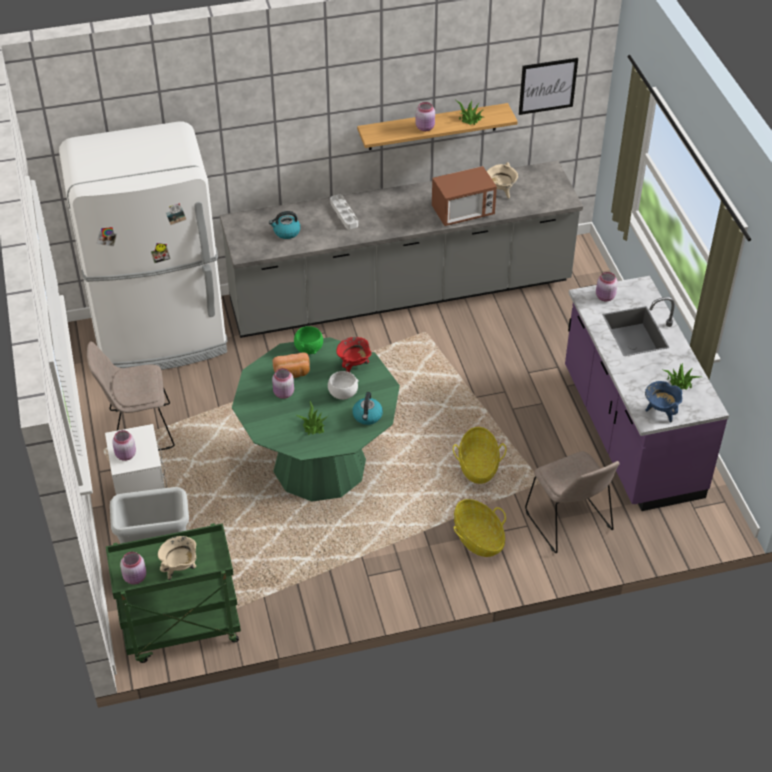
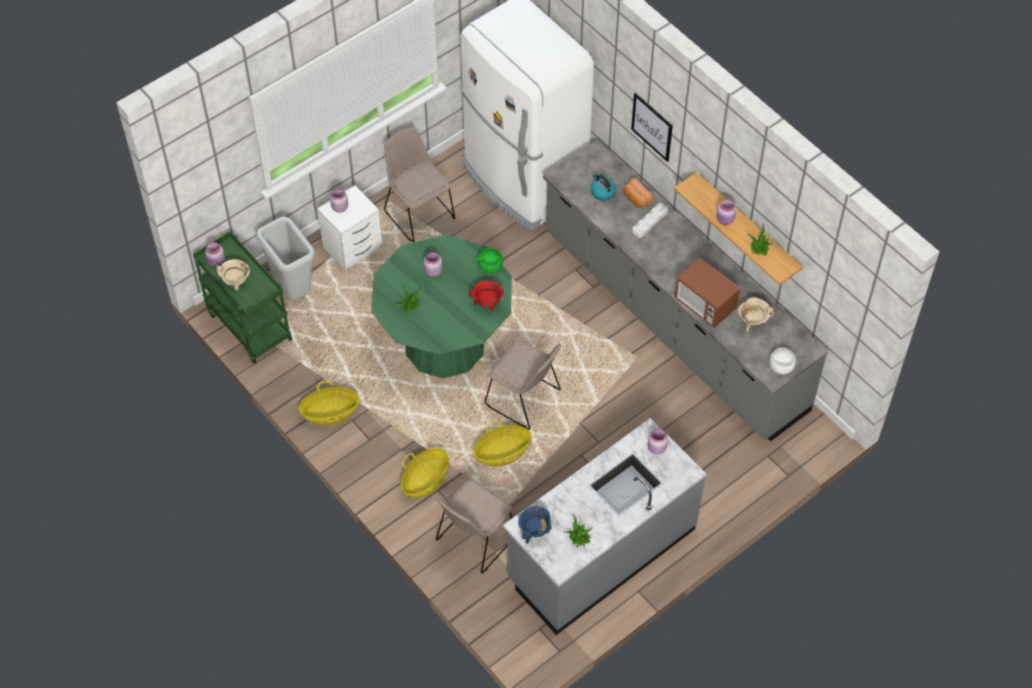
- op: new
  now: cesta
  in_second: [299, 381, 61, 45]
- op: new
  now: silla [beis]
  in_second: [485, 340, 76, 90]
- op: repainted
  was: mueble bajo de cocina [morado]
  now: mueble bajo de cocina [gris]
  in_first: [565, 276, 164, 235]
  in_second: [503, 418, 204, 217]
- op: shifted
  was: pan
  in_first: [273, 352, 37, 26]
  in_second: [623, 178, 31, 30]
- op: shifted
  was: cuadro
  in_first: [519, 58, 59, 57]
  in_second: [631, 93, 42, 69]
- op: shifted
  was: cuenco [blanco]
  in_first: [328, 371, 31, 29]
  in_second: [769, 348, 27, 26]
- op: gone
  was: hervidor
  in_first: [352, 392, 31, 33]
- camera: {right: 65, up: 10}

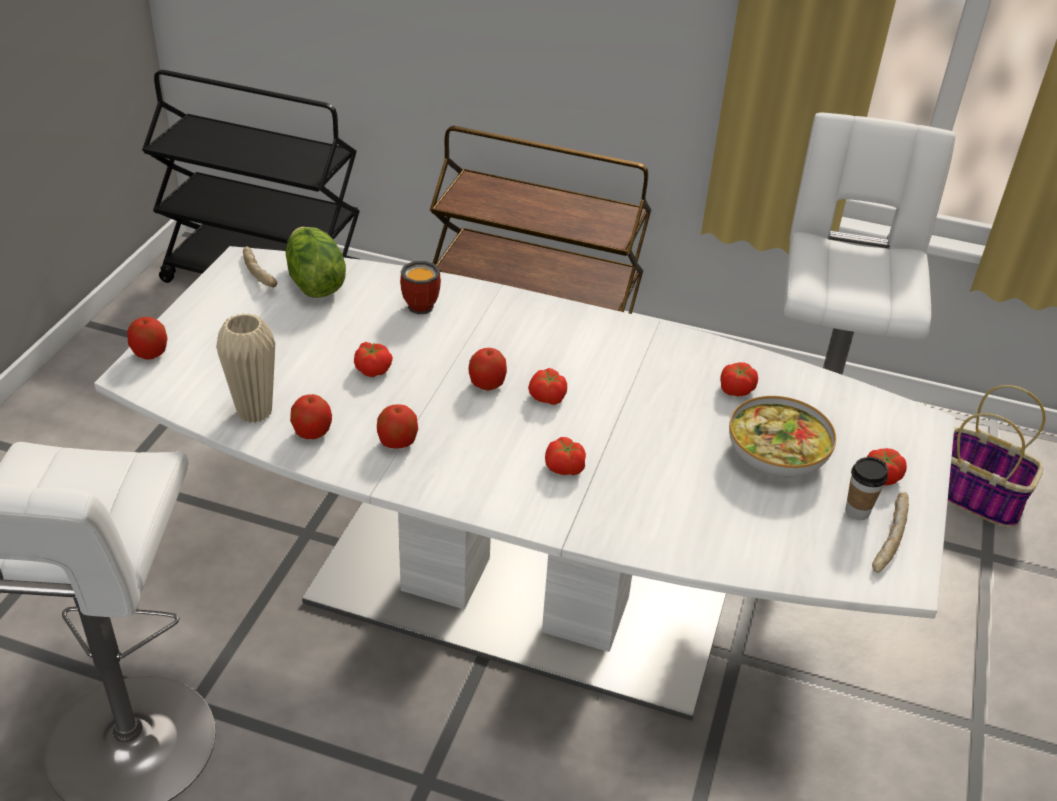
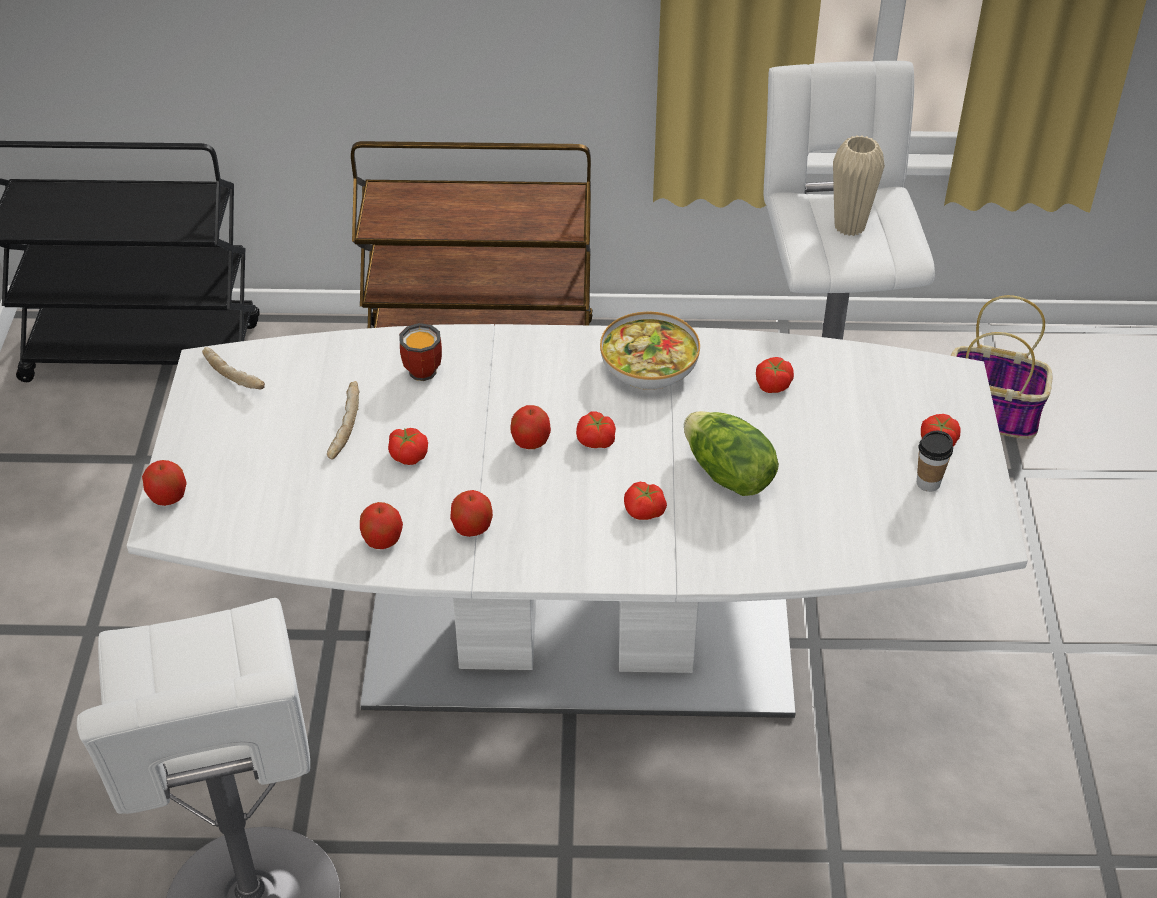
- op: shifted
  was: pan
  in_first: [872, 492, 37, 81]
  in_second: [327, 381, 33, 78]
- op: shifted
  was: cuenco
  in_first: [729, 396, 107, 82]
  in_second: [600, 312, 100, 78]
- op: shifted
  was: lechuga
  in_first: [286, 227, 60, 71]
  in_second: [684, 411, 95, 85]
- op: shifted
  was: florero [beis]
  in_first: [216, 313, 59, 110]
  in_second: [833, 135, 52, 101]
- camera: {right: -15, up: 5}

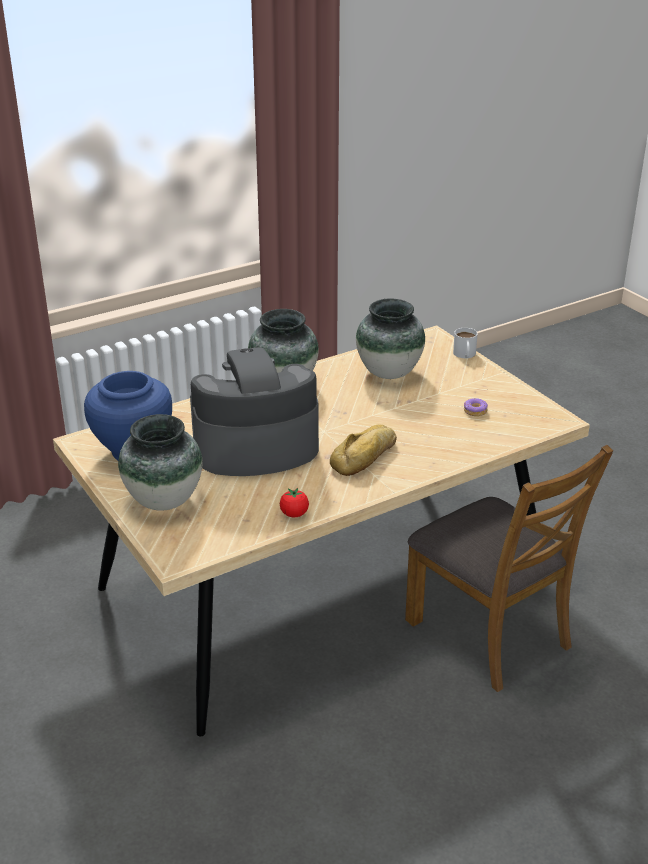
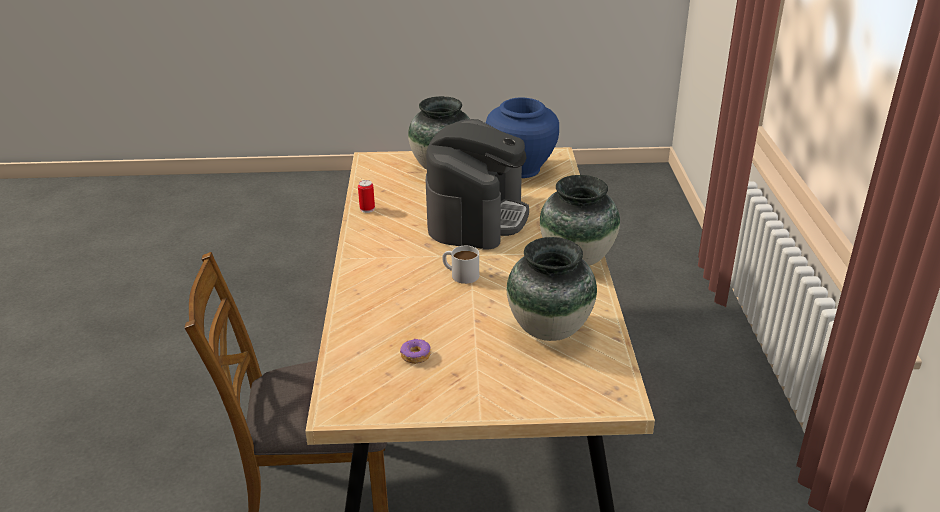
- op: swapped
  was: tomate
  now: lata
  in_first: [280, 488, 29, 30]
  in_second: [358, 180, 17, 33]
- op: shifted
  was: taza grande [blanco]
  in_first: [453, 328, 25, 30]
  in_second: [442, 246, 37, 38]
- op: gone
  was: pan
  in_first: [330, 425, 67, 51]
- camera: {right: 120, up: 0}

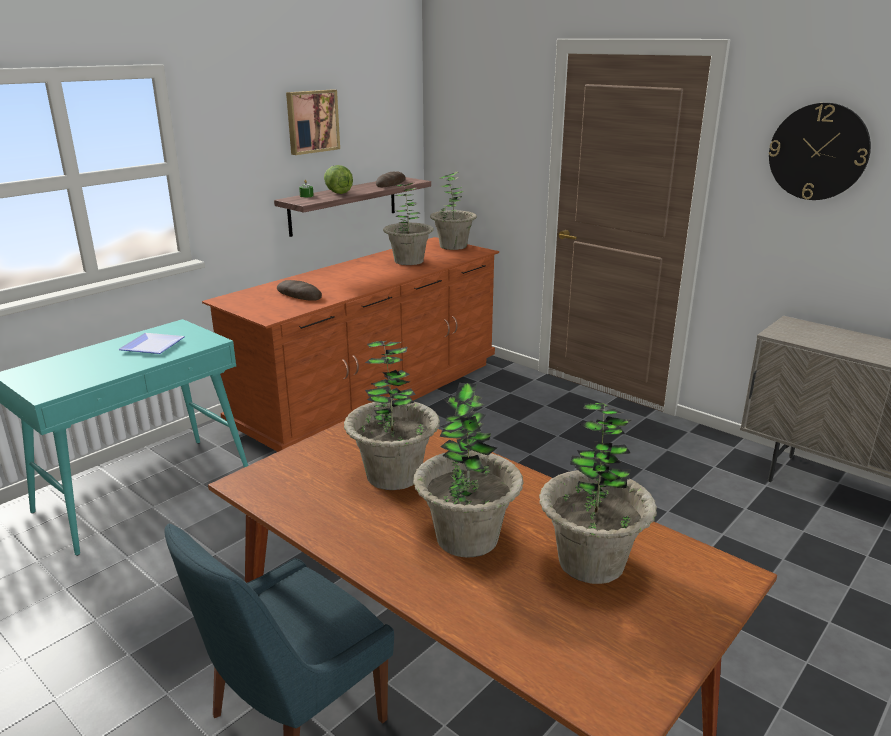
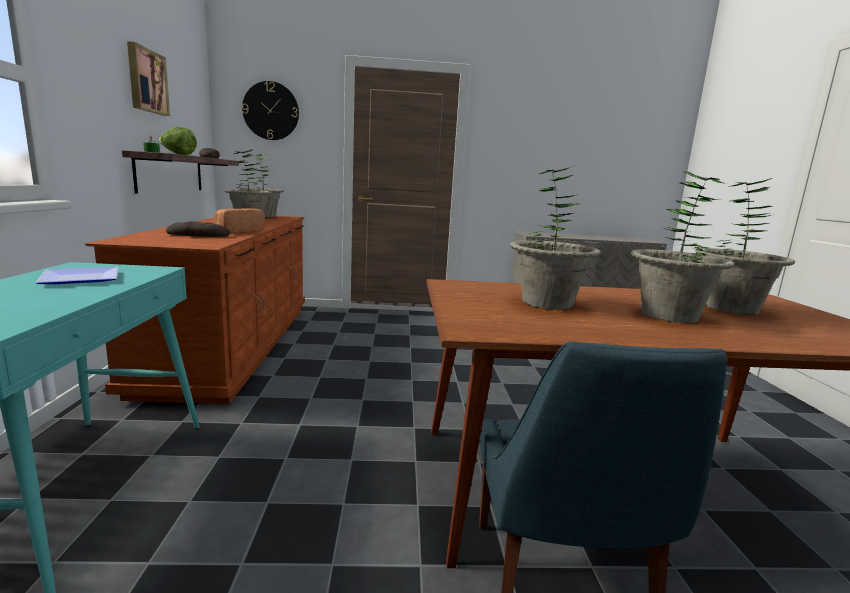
- op: new
  now: pan
  in_second: [215, 208, 50, 25]
- op: shifted
  was: reloj de pared
  in_first: [769, 103, 102, 97]
  in_second: [242, 81, 57, 59]
- camera: {right: -45, up: -10}

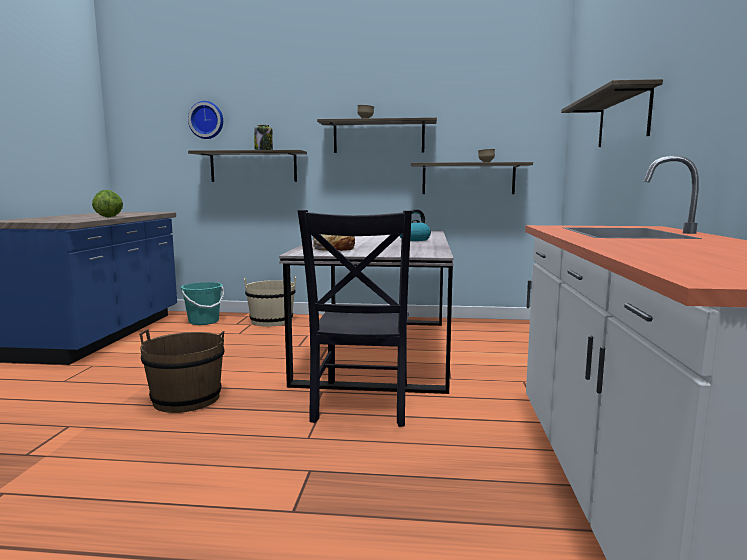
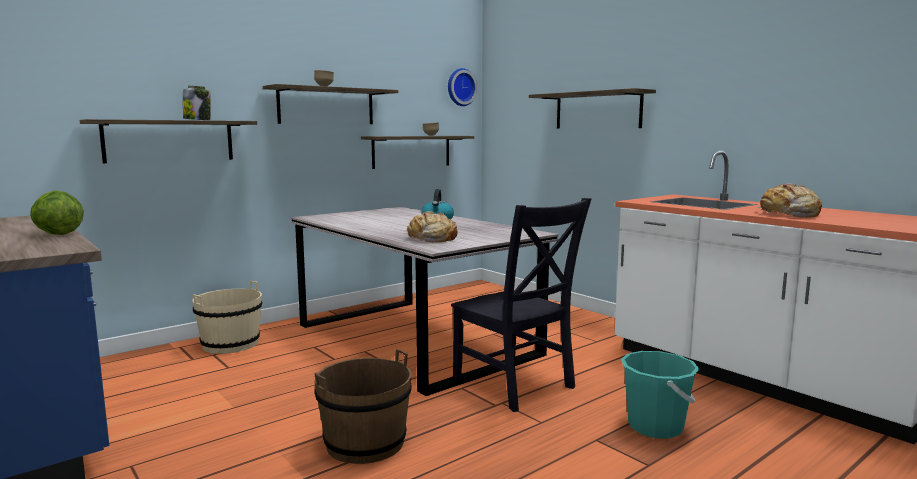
- op: shifted
  was: reloj de pared
  in_first: [188, 101, 35, 38]
  in_second: [448, 68, 30, 38]
- op: shifted
  was: cubo [turquesa]
  in_first: [180, 282, 44, 43]
  in_second: [621, 351, 78, 88]
- op: new
  now: pan
  in_second: [756, 183, 66, 35]
- camera: {right: -45, up: 0}

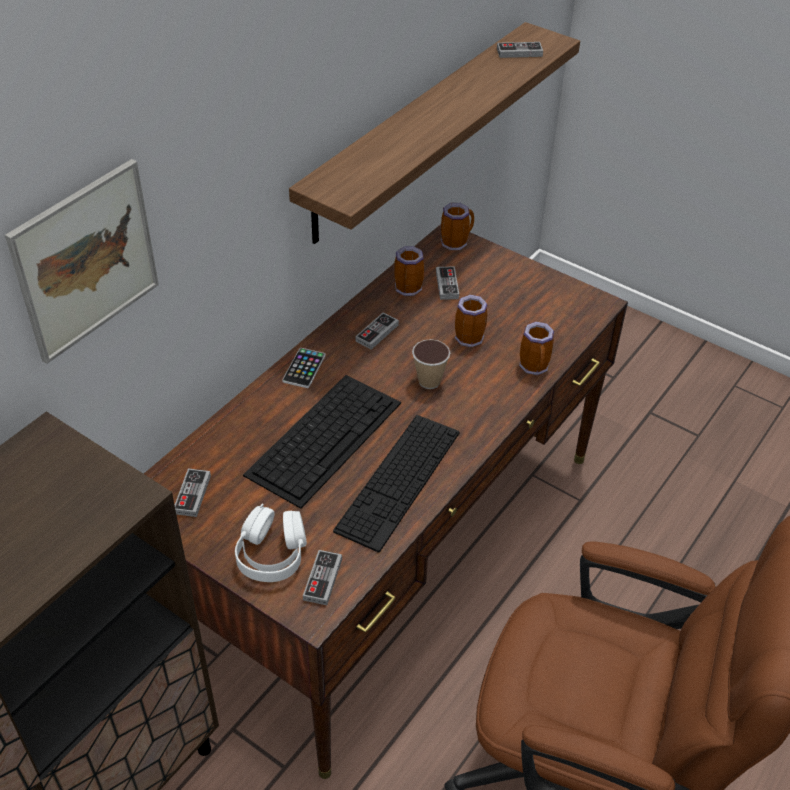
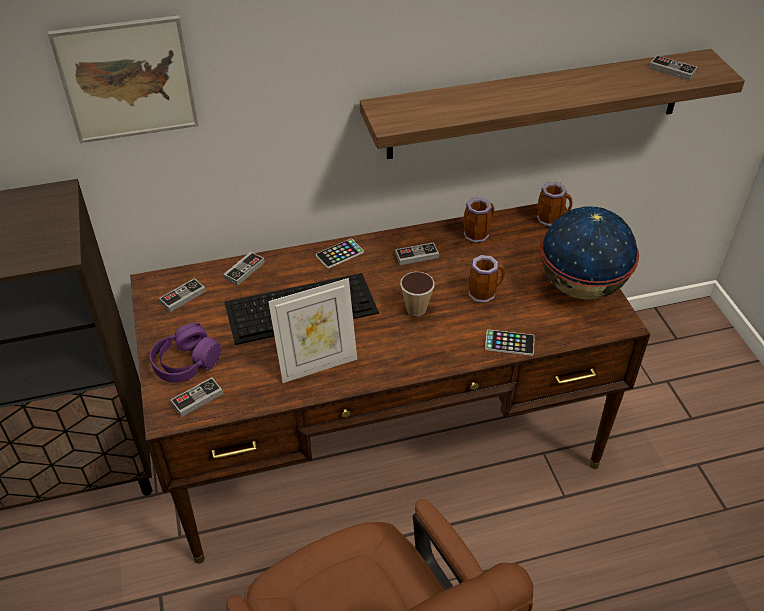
- op: repainted
  was: auriculares [blanco]
  now: auriculares [morado]
  in_first: [235, 504, 72, 78]
  in_second: [150, 323, 72, 60]
- op: shifted
  was: mando de consola
  in_first: [436, 266, 23, 34]
  in_second: [223, 252, 42, 34]
- op: swapped
  was: teclado
  now: portarretratos
  in_first: [333, 415, 126, 138]
  in_second: [268, 278, 89, 105]
- op: swapped
  was: taza grande
  now: móvil
  in_first: [519, 322, 35, 53]
  in_second: [485, 330, 50, 26]
- op: new
  now: globo terráqueo
  in_second: [540, 206, 99, 94]
- camera: {right: 40, up: 0}

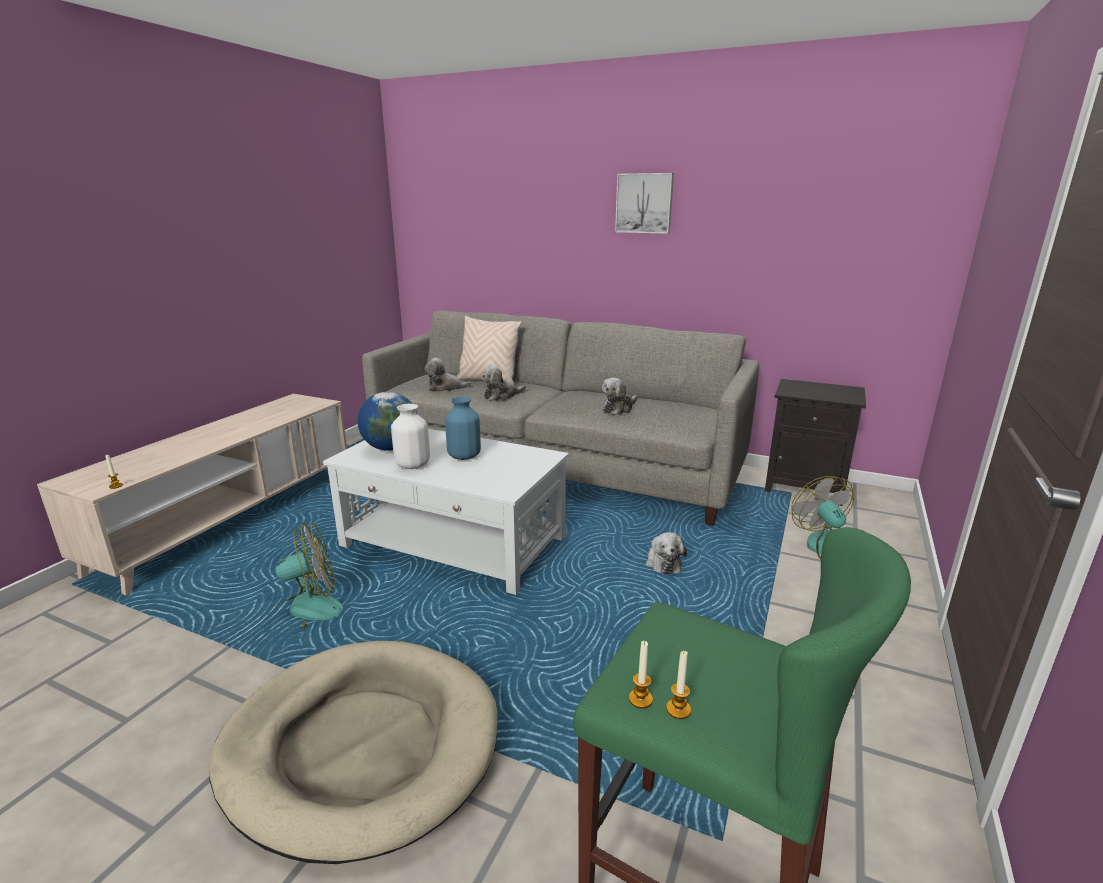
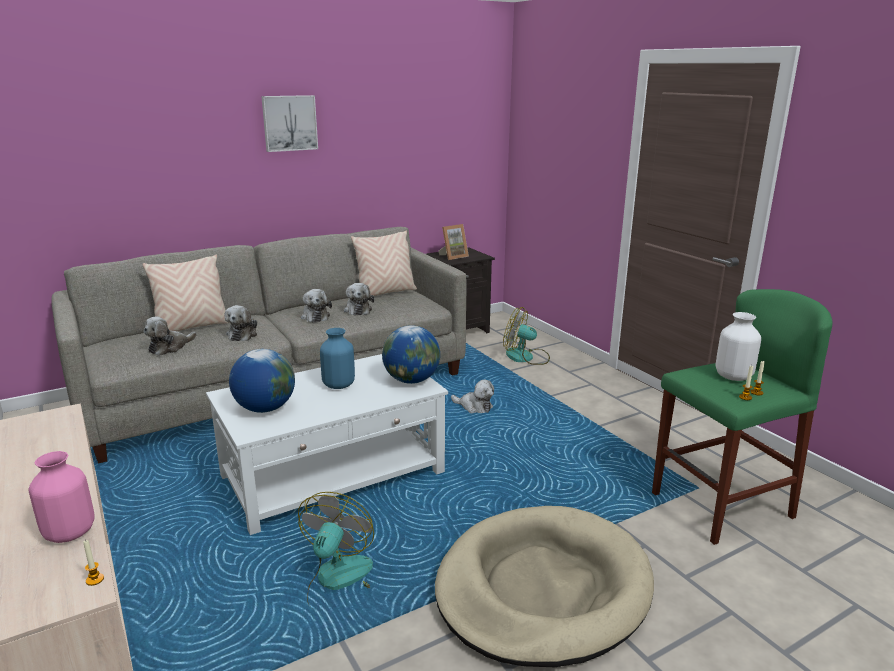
- op: new
  now: florero [rosa]
  in_second: [29, 451, 66, 92]
- op: new
  now: peluche
  in_second: [301, 289, 31, 33]
- op: new
  now: cojín [beis]
  in_second: [351, 230, 66, 66]
- op: new
  now: globo terráqueo
  in_second: [382, 325, 58, 59]
- op: new
  now: portarretratos
  in_second: [439, 224, 30, 36]
- op: shifted
  was: florero [blanco]
  in_first: [391, 404, 39, 65]
  in_second: [716, 312, 45, 69]
- camera: {right: -55, up: 0}

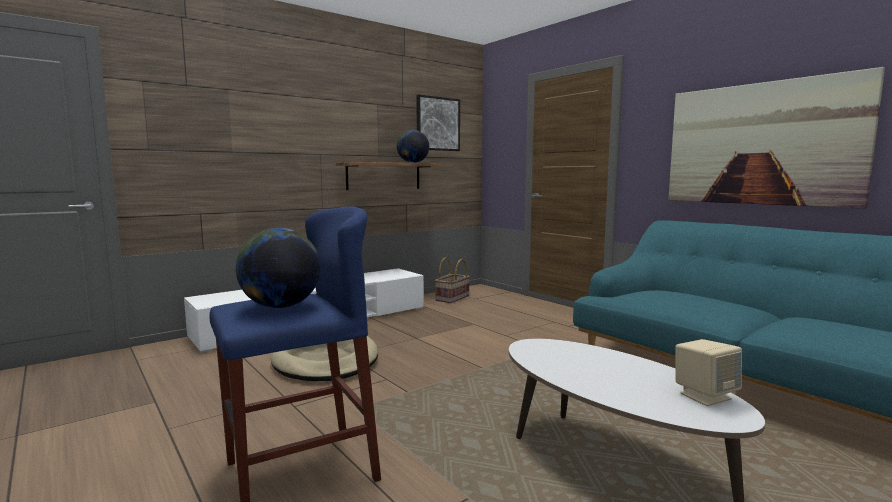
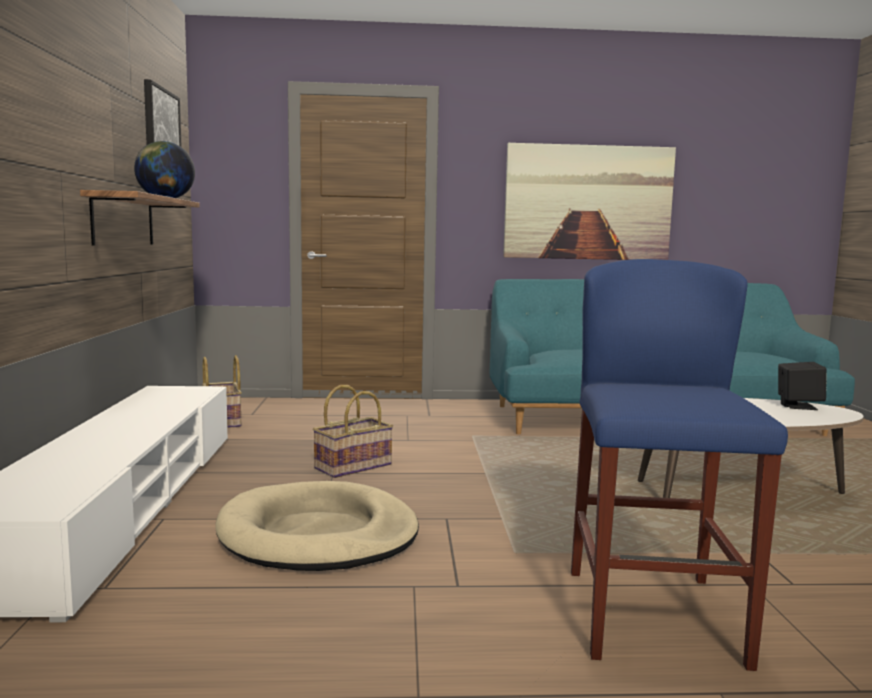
- op: new
  now: cesta
  in_second: [313, 385, 80, 93]
- op: repainted
  was: altavoz [beis]
  now: altavoz [negro]
  in_first: [675, 339, 67, 67]
  in_second: [778, 362, 49, 48]
- op: gone
  was: globo terráqueo
  in_first: [236, 228, 85, 80]
- camera: {right: -55, up: 0}

